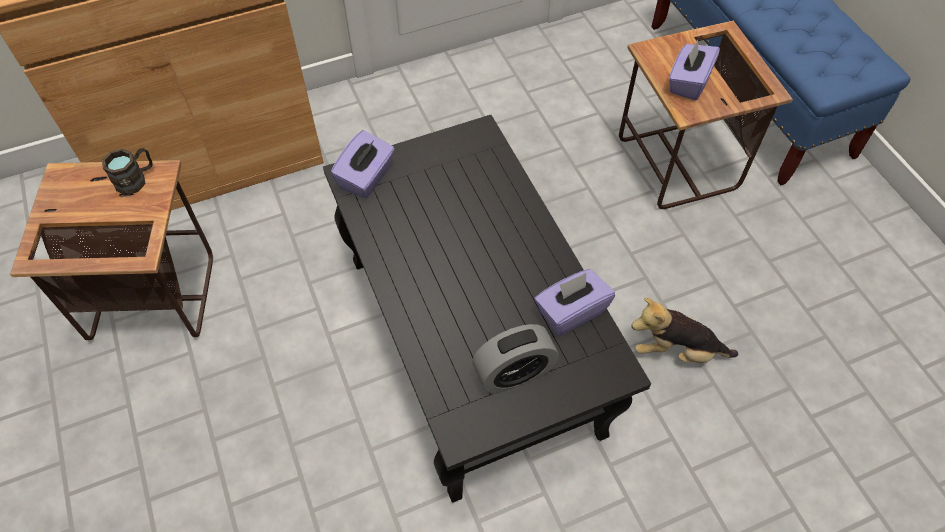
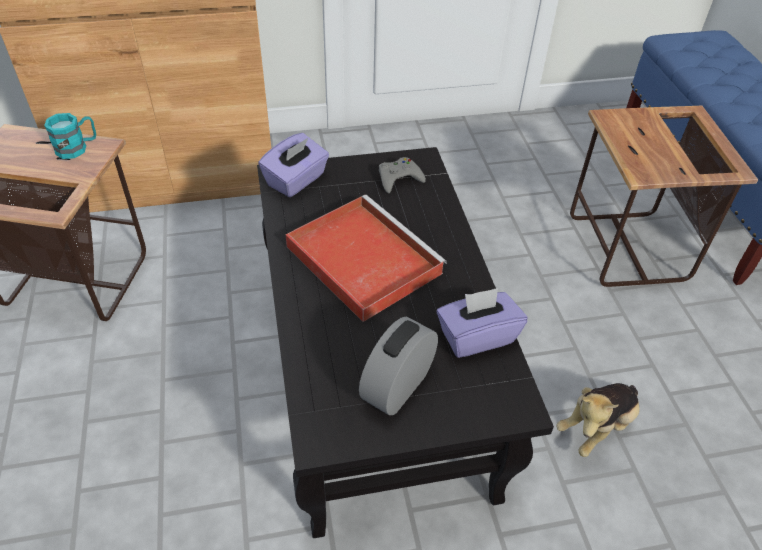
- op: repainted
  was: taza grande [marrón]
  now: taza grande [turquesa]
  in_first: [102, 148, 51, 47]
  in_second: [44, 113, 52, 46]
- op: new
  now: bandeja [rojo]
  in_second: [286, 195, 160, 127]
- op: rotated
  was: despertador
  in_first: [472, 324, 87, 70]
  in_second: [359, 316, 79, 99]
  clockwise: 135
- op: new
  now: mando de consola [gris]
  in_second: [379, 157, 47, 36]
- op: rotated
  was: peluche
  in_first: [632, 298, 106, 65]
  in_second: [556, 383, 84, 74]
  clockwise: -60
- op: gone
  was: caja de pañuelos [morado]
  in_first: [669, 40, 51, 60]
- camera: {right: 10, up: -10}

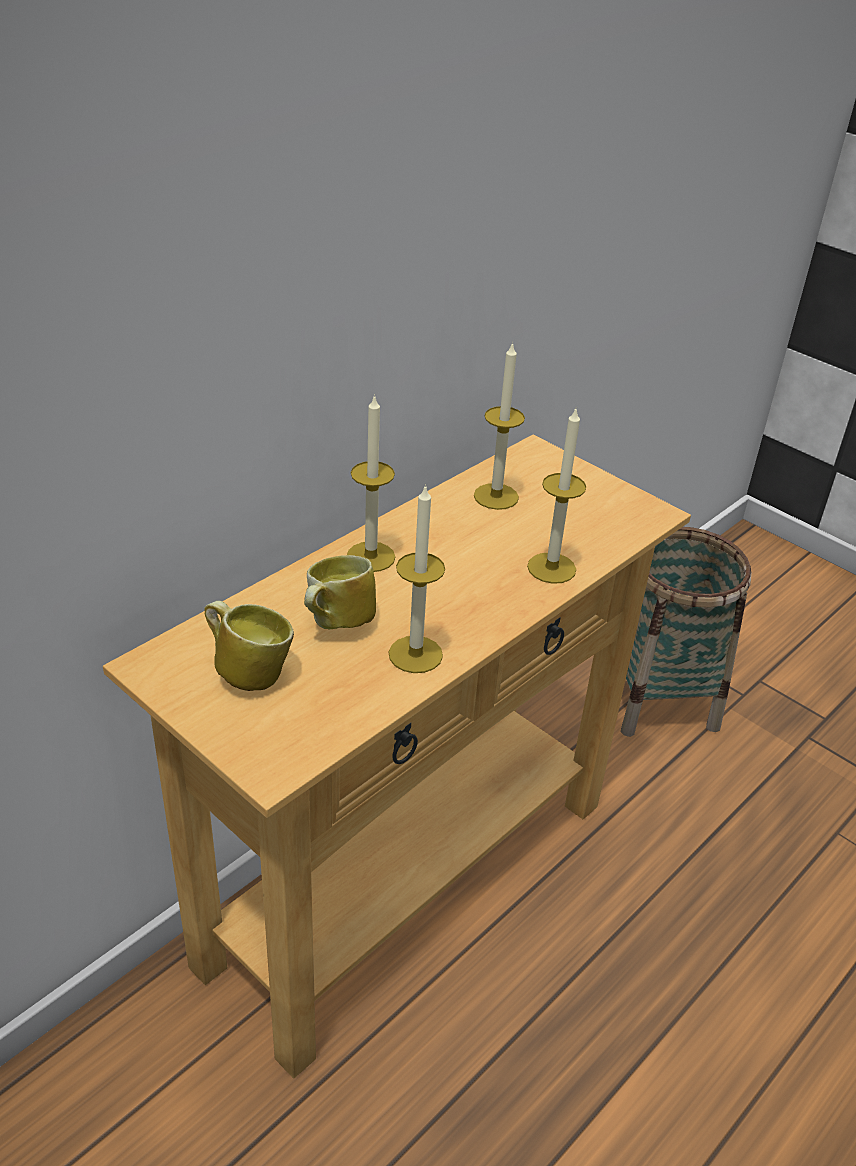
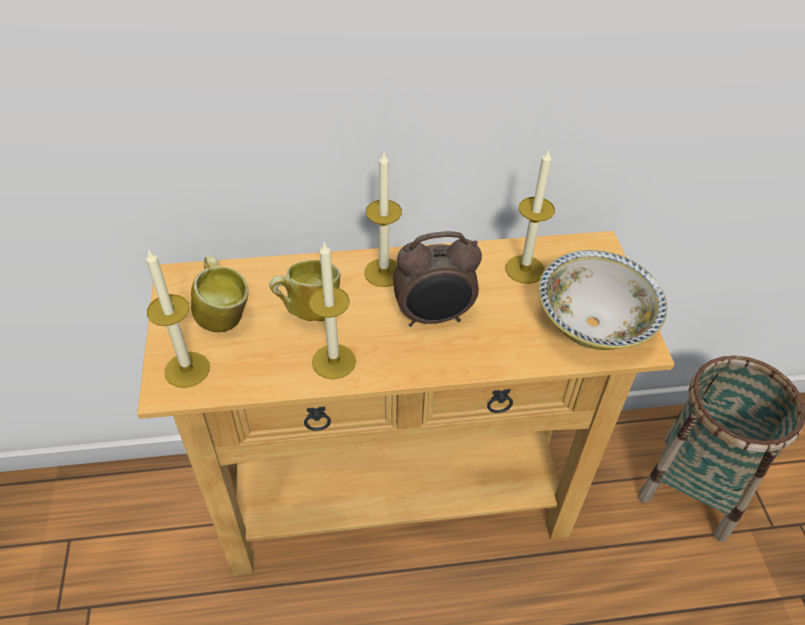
- op: shifted
  was: vela
  in_first: [527, 409, 59, 175]
  in_second: [146, 249, 64, 139]
- op: new
  now: despertador
  in_second: [393, 231, 89, 96]
- op: new
  now: cuenco
  in_second: [538, 250, 129, 100]
- camera: {right: 40, up: 10}

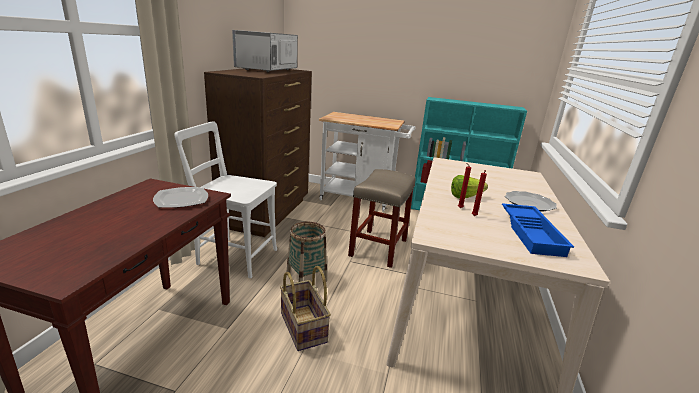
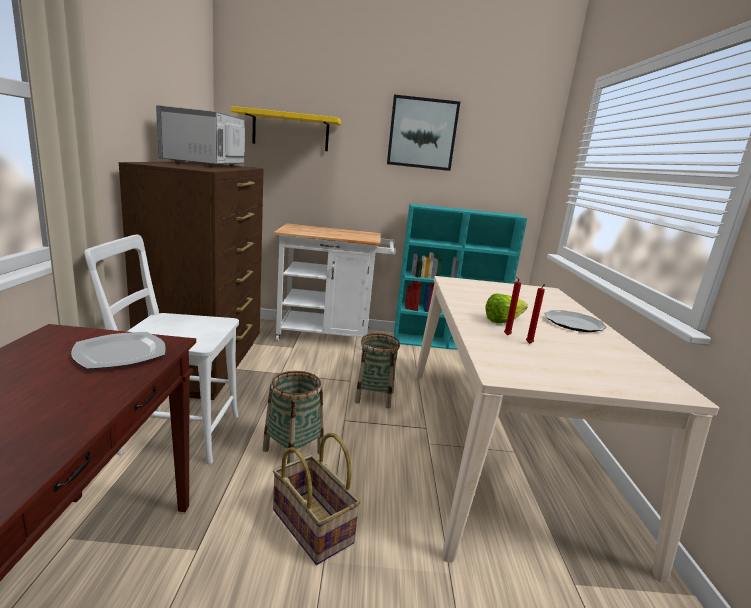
- op: new
  now: estante [amarillo]
  in_second: [231, 106, 110, 45]
- op: swapped
  was: taburete [beis]
  now: cesta
  in_first: [348, 169, 67, 99]
  in_second: [355, 333, 45, 75]
- op: new
  now: cuadro
  in_second: [387, 95, 73, 76]
- op: gone
  was: bandeja [azul]
  in_first: [502, 203, 72, 54]
- camera: {right: -15, up: -5}

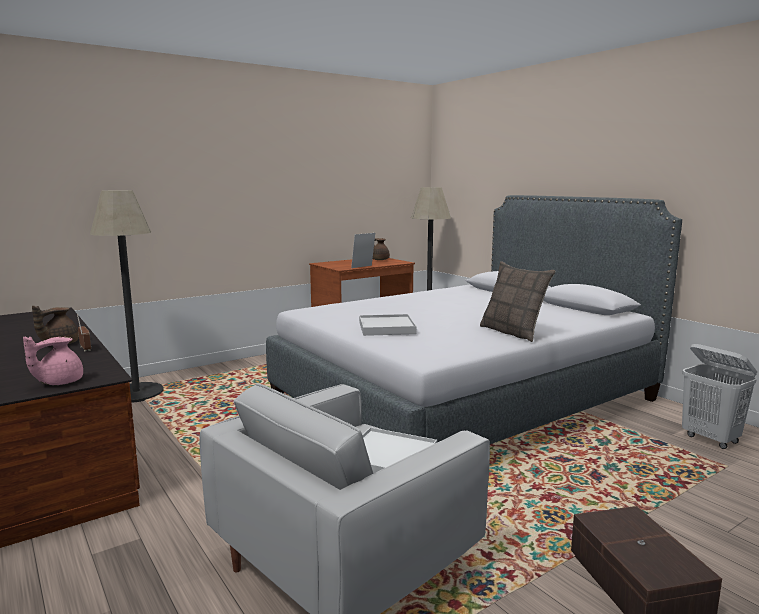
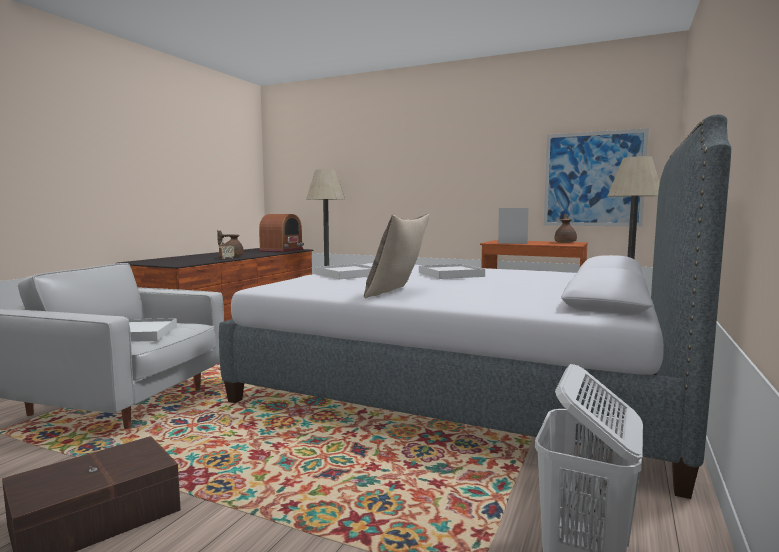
- op: new
  now: radio
  in_second: [259, 214, 45, 38]
- op: new
  now: bandeja [blanco]
  in_second: [419, 264, 66, 15]
- op: new
  now: cuadro
  in_second: [544, 128, 105, 99]
- op: gone
  was: tetera [rosa]
  in_first: [23, 337, 60, 48]
- camera: {right: 60, up: -5}

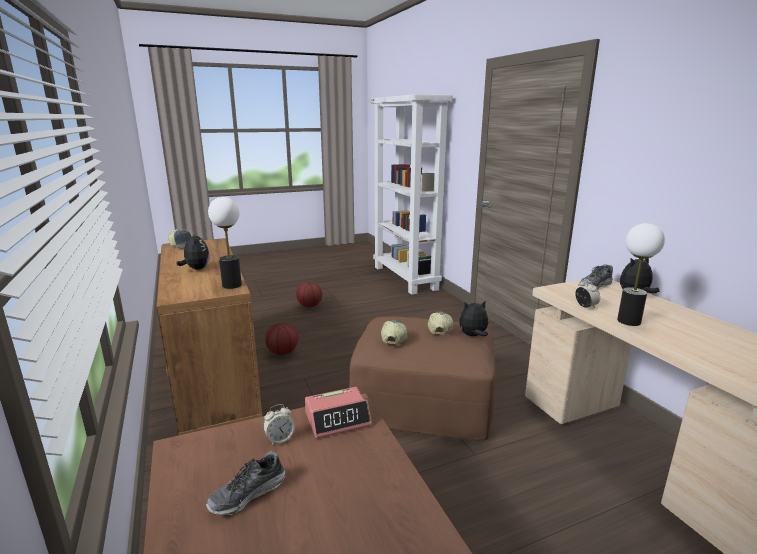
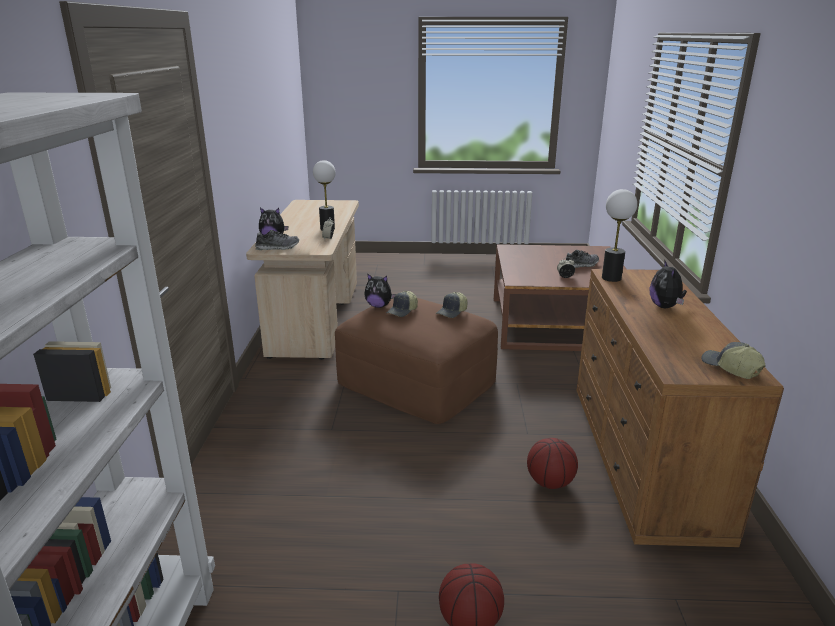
- op: gone
  was: despertador
  in_first: [305, 387, 67, 52]
- camera: {right: -155, up: 5}

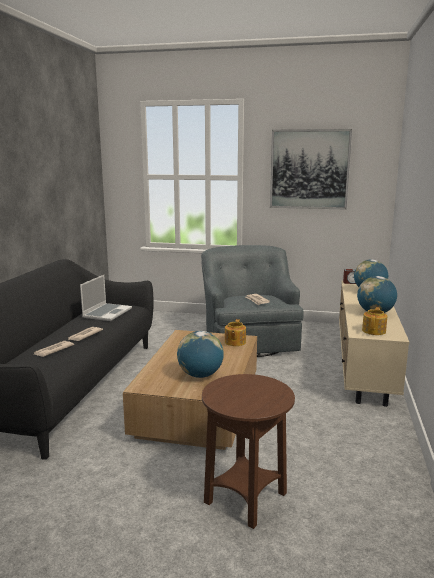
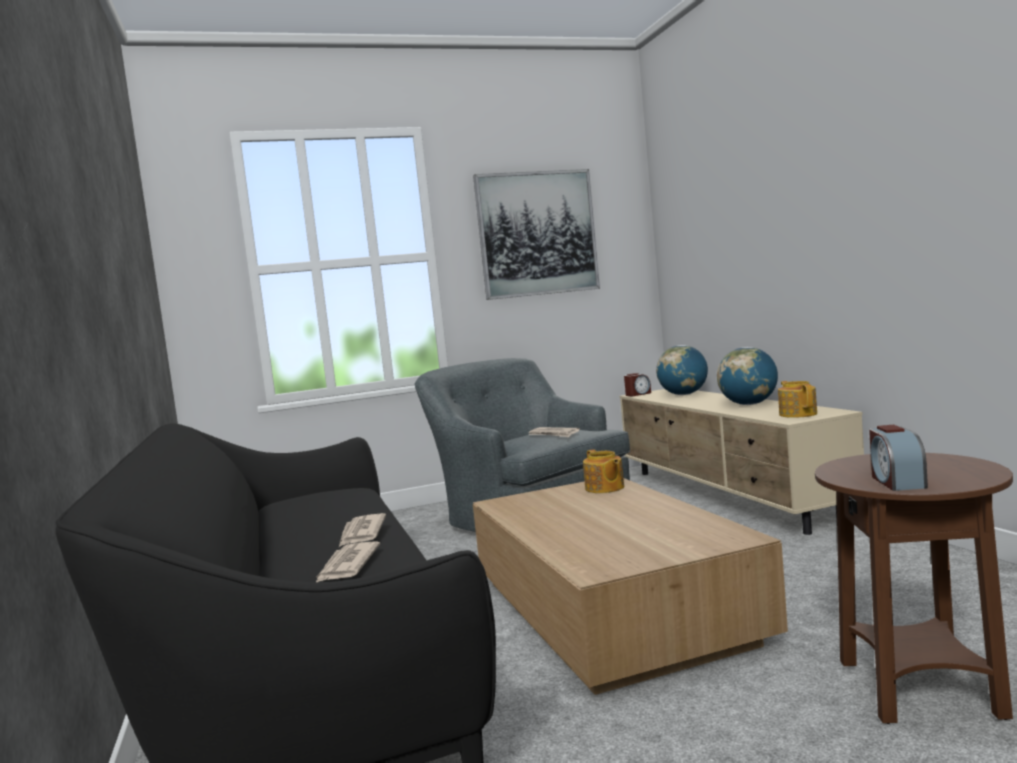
- op: new
  now: despertador
  in_second: [869, 425, 59, 66]
- op: gone
  was: portátil
  in_first: [80, 275, 52, 46]
- op: gone
  was: globo terráqueo
  in_first: [177, 331, 47, 47]
- camera: {right: -30, up: -10}

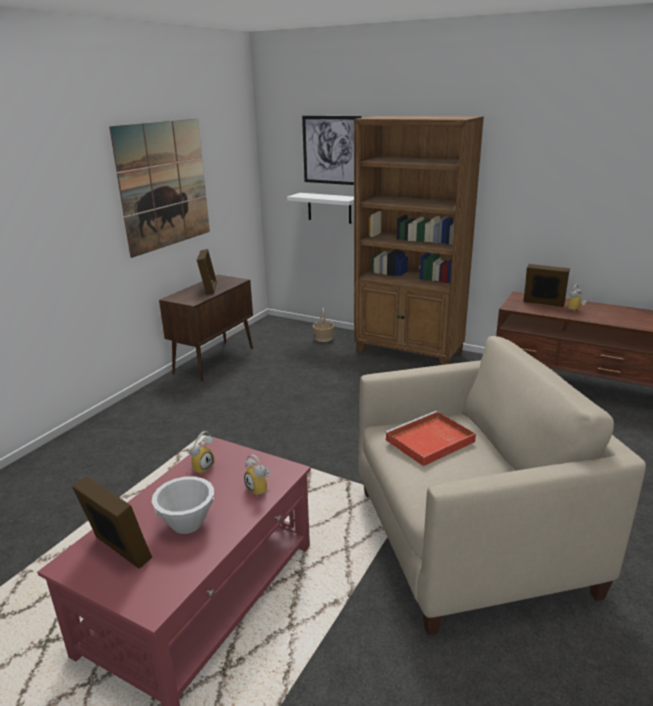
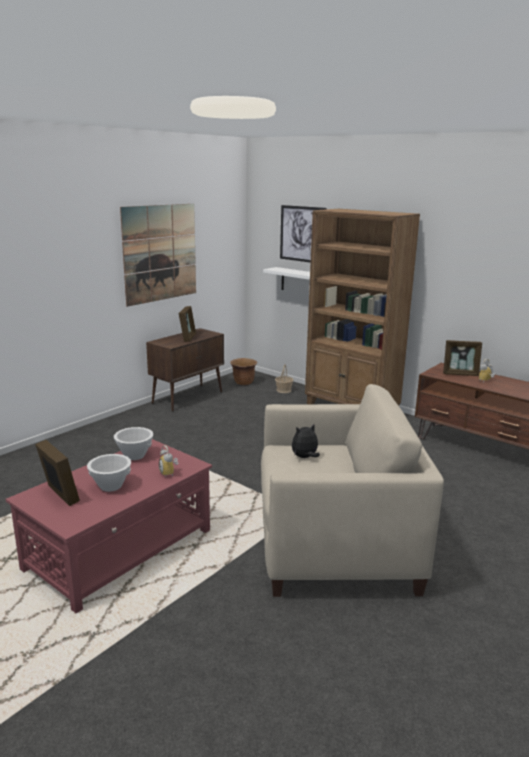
- op: swapped
  was: despertador
  now: cuenco [blanco]
  in_first: [188, 431, 26, 43]
  in_second: [114, 427, 39, 33]
- op: new
  now: maceta [marrón]
  in_second: [230, 358, 27, 27]
- op: swapped
  was: bandeja [rojo]
  now: peluche
  in_first: [384, 411, 92, 55]
  in_second: [292, 424, 28, 34]
- op: rotated
  was: portarretratos
  in_first: [523, 264, 47, 43]
  in_second: [443, 340, 39, 36]
  clockwise: 150
- camera: {right: 10, up: -5}

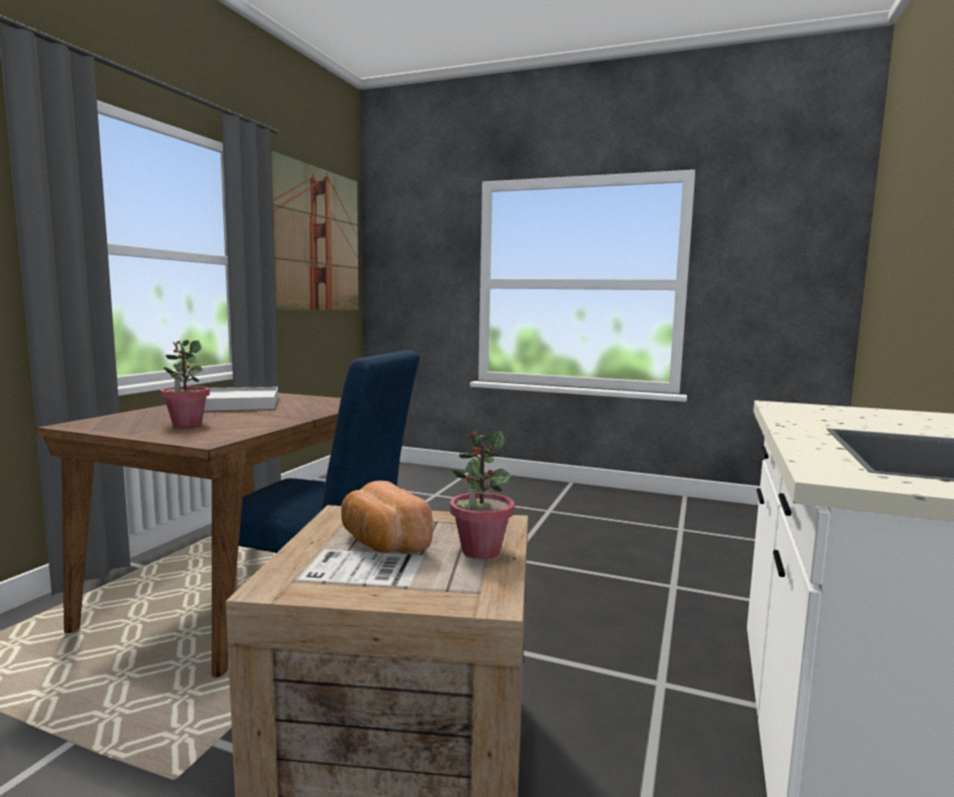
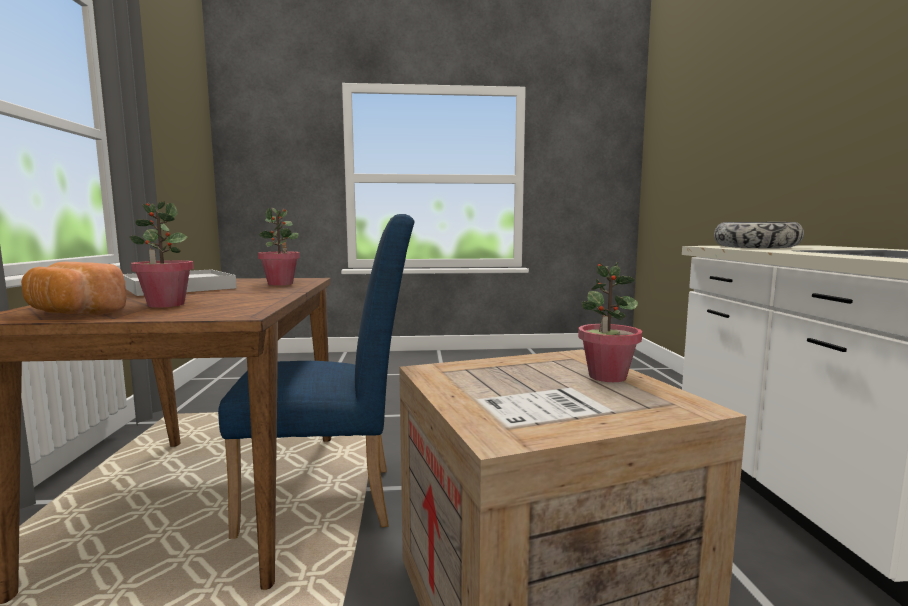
- op: shifted
  was: pan
  in_first: [341, 481, 92, 73]
  in_second: [21, 262, 105, 53]
- op: new
  now: planta en maceta
  in_second: [258, 208, 42, 78]
- op: new
  now: cuenco
  in_second: [714, 222, 90, 26]
- op: gone
  was: cuadro
  in_first: [271, 151, 87, 159]
- camera: {right: -25, up: 0}

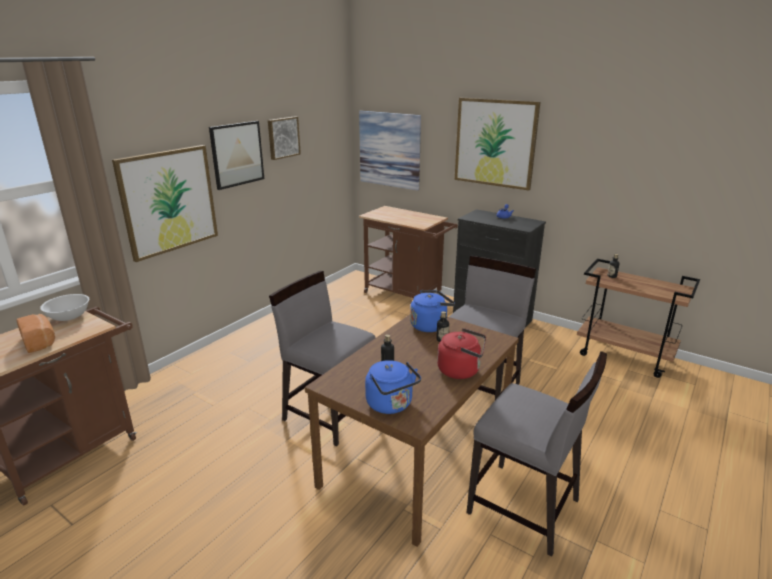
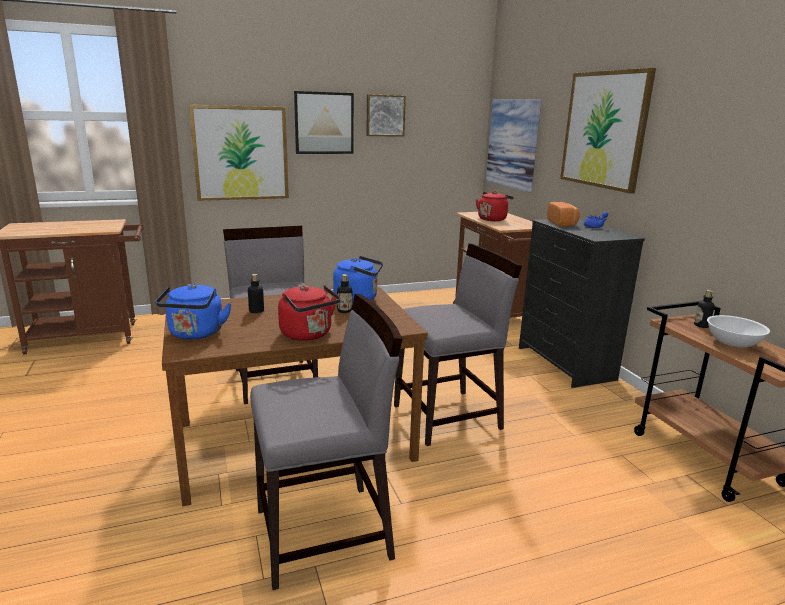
- op: rotated
  was: silla [gris]
  in_first: [466, 351, 141, 205]
  in_second: [250, 294, 152, 296]
  clockwise: -90
- op: new
  now: hervidor [rojo]
  in_second: [475, 191, 39, 30]
- op: shifted
  was: pan
  in_first: [16, 314, 39, 39]
  in_second: [547, 202, 33, 24]
- op: shifted
  was: cuenco [blanco]
  in_first: [40, 294, 49, 27]
  in_second: [707, 315, 63, 33]
- camera: {right: 35, up: -5}

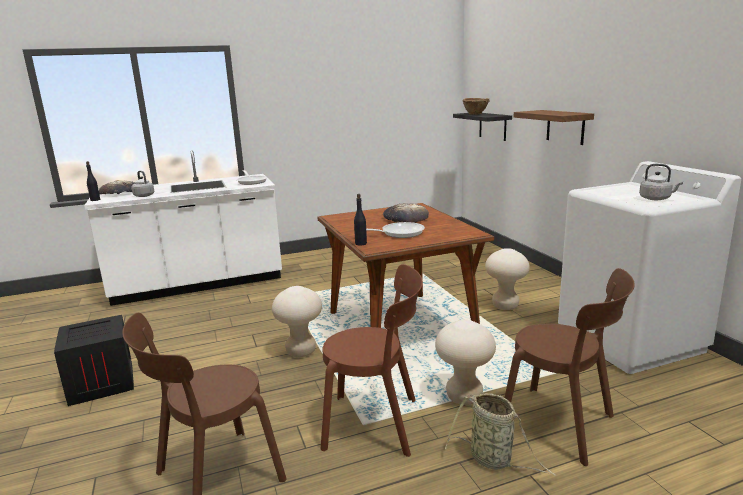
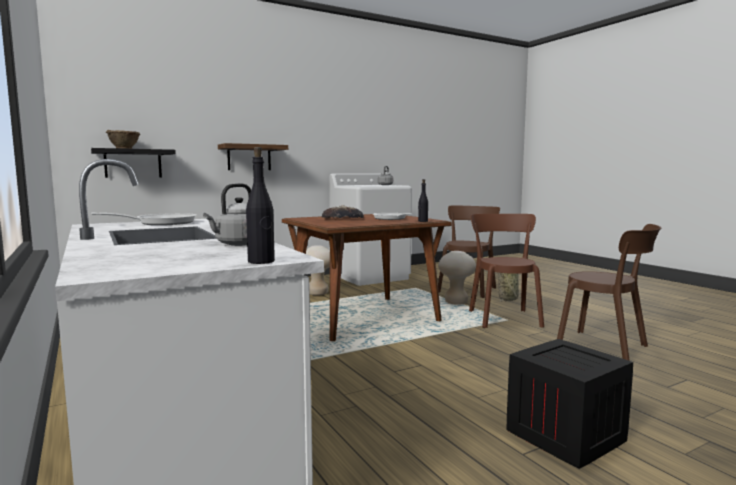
- op: gone
  was: pan
  in_first: [99, 180, 36, 14]
- op: gone
  was: taburete [beis]
  in_first: [272, 286, 50, 71]
- camera: {right: -100, up: -10}

